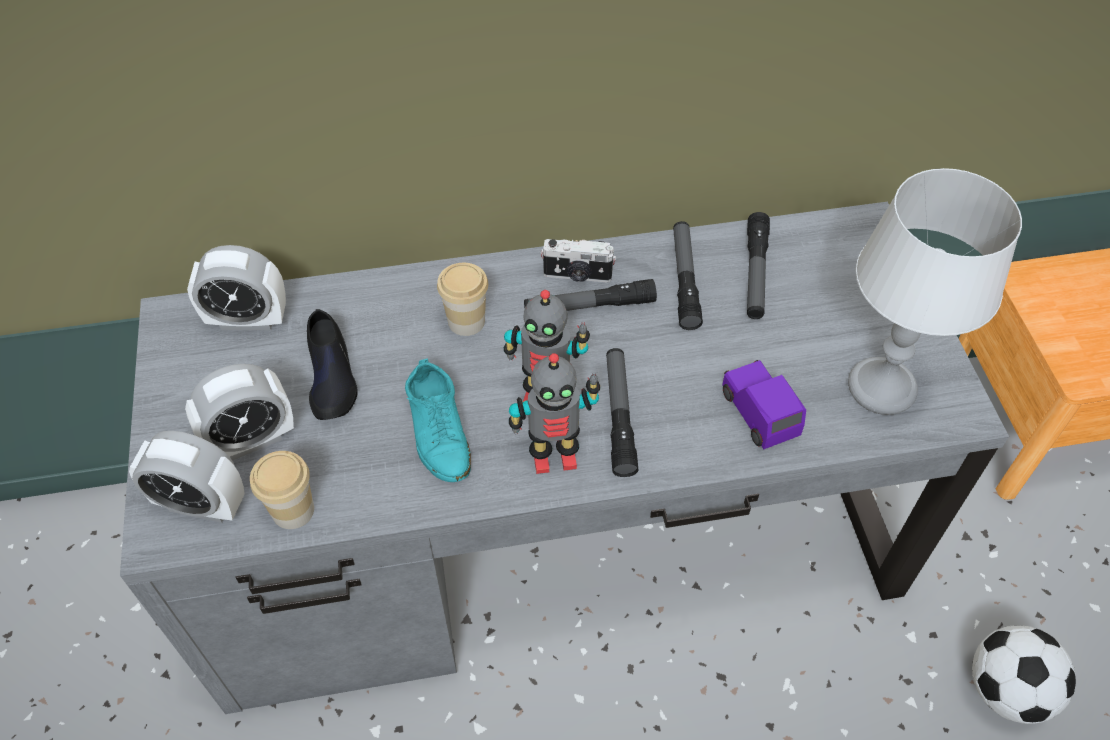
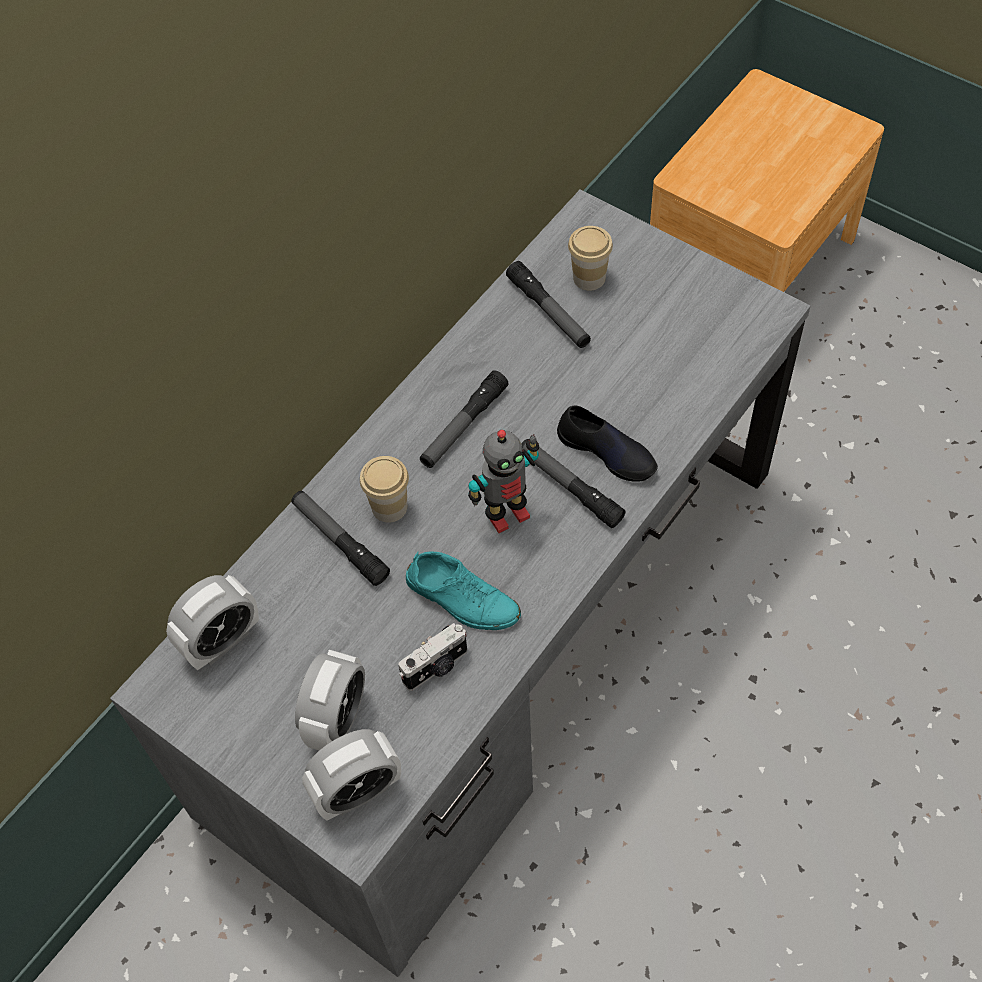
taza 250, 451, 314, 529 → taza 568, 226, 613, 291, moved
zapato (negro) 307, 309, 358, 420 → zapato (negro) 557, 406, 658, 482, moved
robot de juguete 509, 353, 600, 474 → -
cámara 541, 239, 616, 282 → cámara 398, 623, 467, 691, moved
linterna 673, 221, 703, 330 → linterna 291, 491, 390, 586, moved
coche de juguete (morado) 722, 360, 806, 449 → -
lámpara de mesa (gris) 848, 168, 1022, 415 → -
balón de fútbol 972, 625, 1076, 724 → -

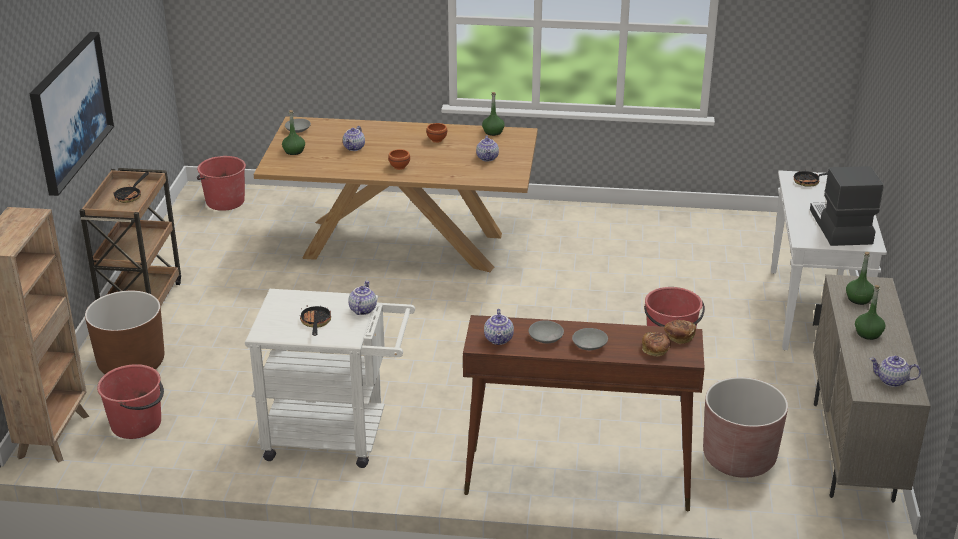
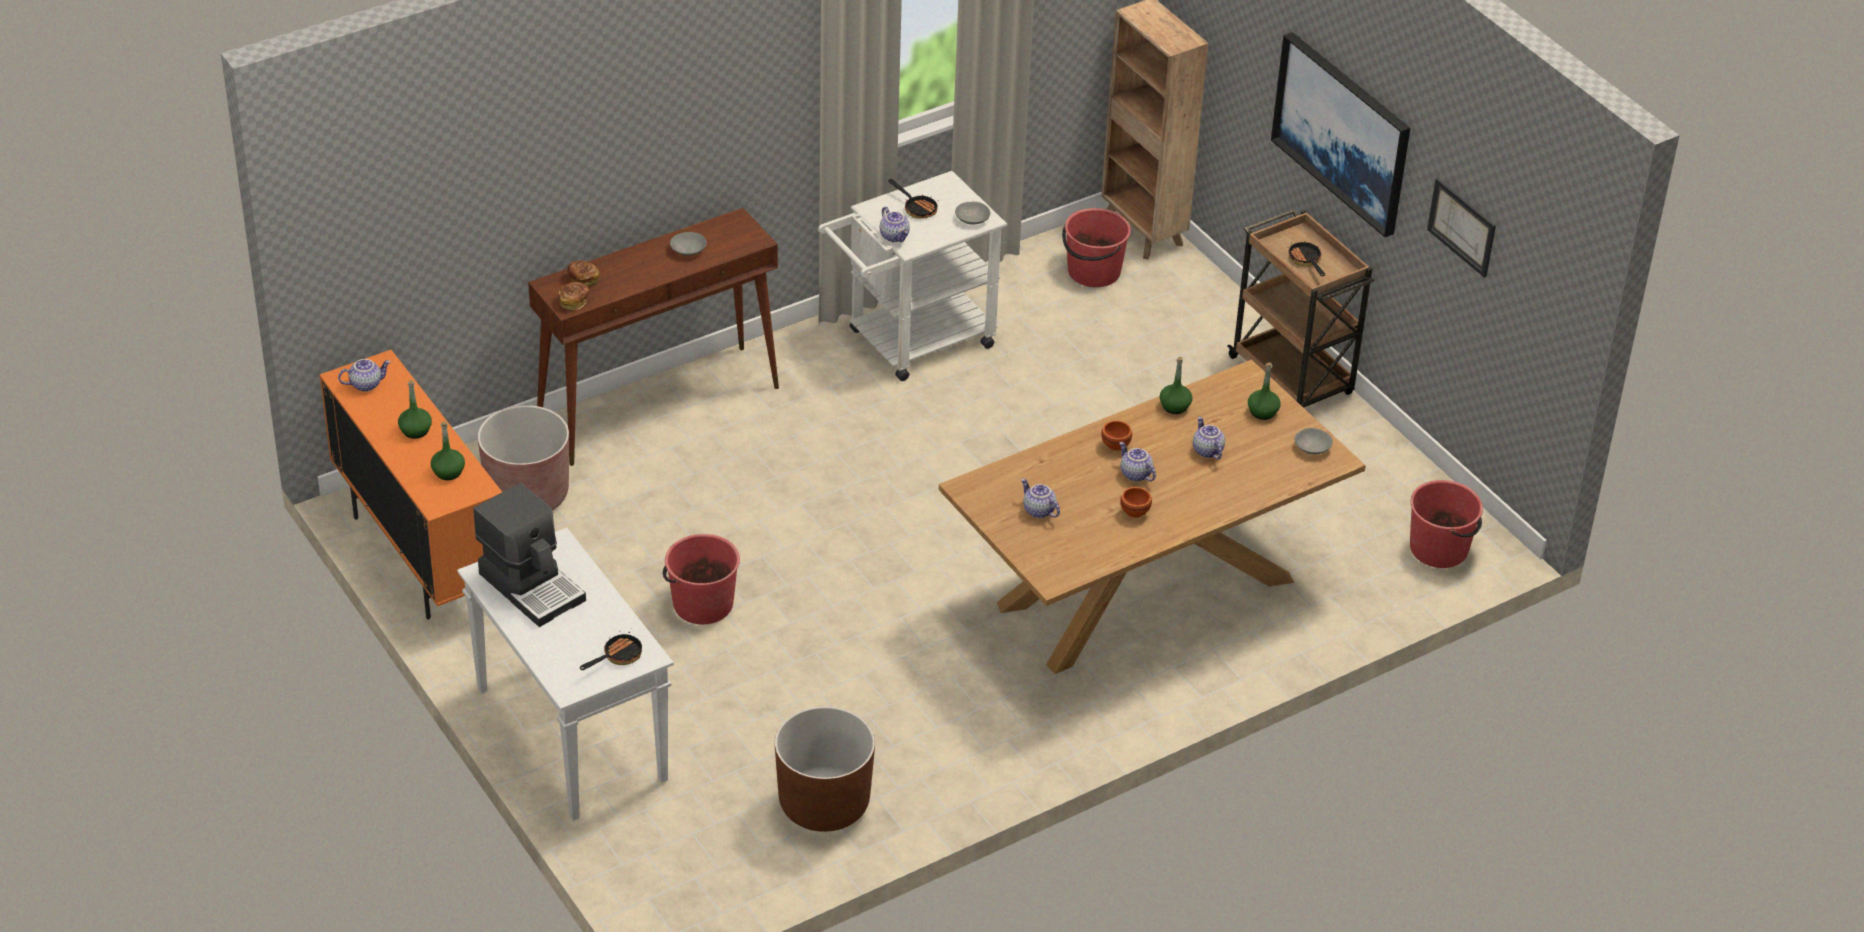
maceta (marrón) 85, 291, 164, 374 → maceta (marrón) 775, 706, 875, 832, moved
botella (verde) 482, 92, 505, 136 → botella (verde) 1160, 357, 1192, 414, moved
tetera 484, 309, 514, 345 → tetera 1119, 442, 1156, 482, moved
cuenco (gris) 572, 328, 608, 350 → cuenco (gris) 955, 202, 991, 224, moved
armario (beis) 813, 274, 931, 503 → armario (naranja) 320, 350, 502, 620
- → cuadro 1427, 178, 1496, 278

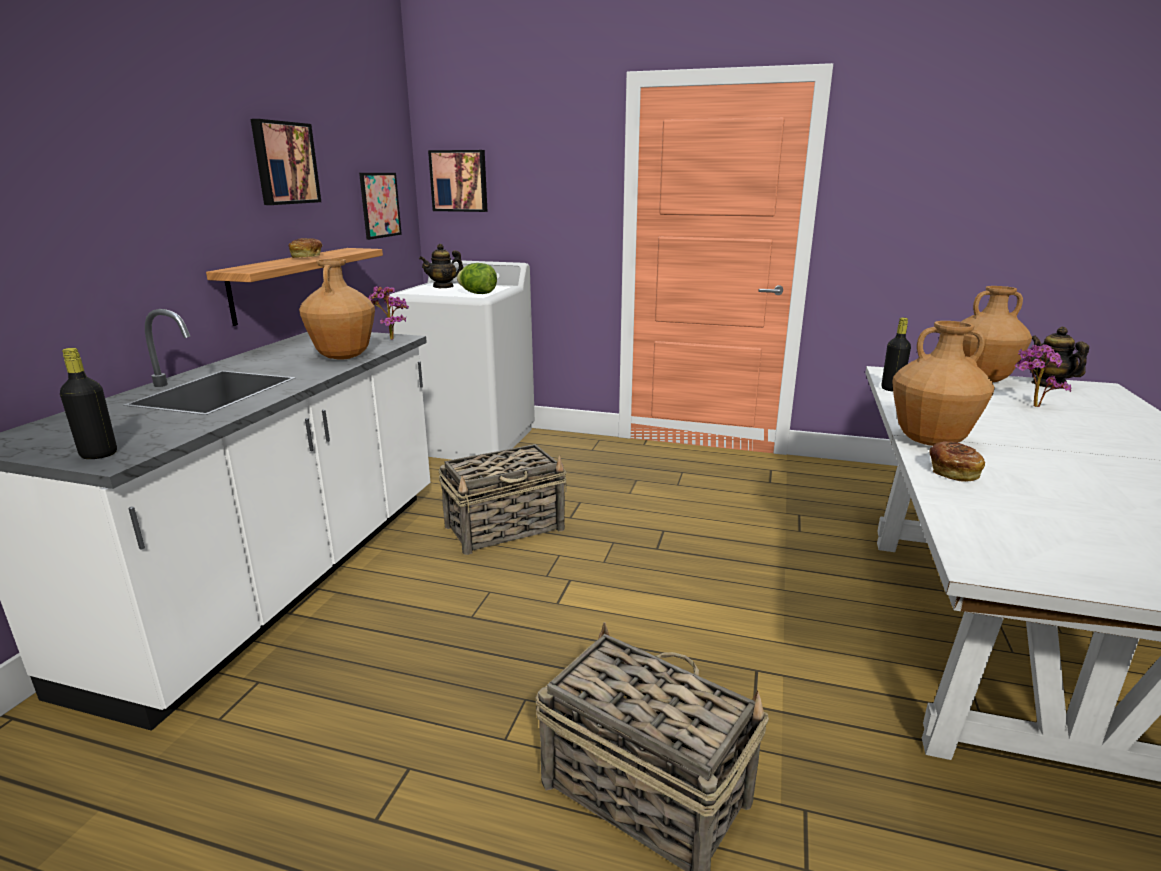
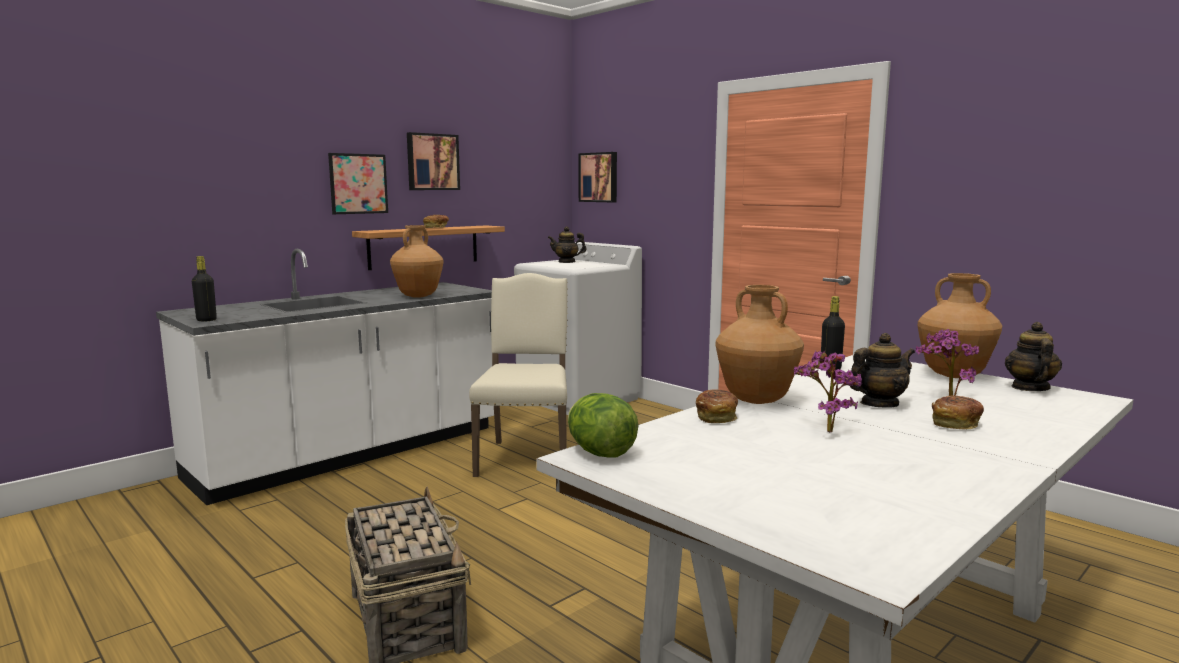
cuadro 359, 173, 402, 240 → cuadro 328, 153, 388, 214, moved
planta en maceta 368, 286, 409, 340 → planta en maceta 794, 350, 862, 432, moved
cesta 438, 444, 567, 555 → silla (beis) 469, 273, 568, 477
lechuga 457, 263, 497, 294 → lechuga 568, 393, 638, 458, moved
- → tetera 850, 333, 915, 408
- → pan 932, 395, 984, 430

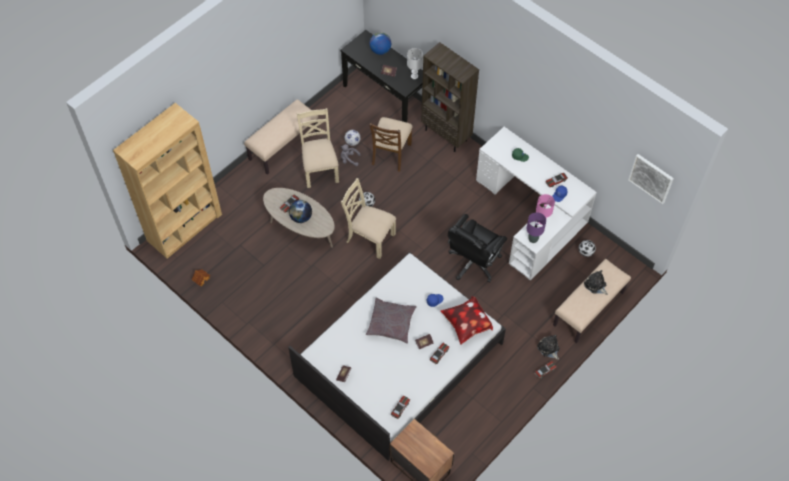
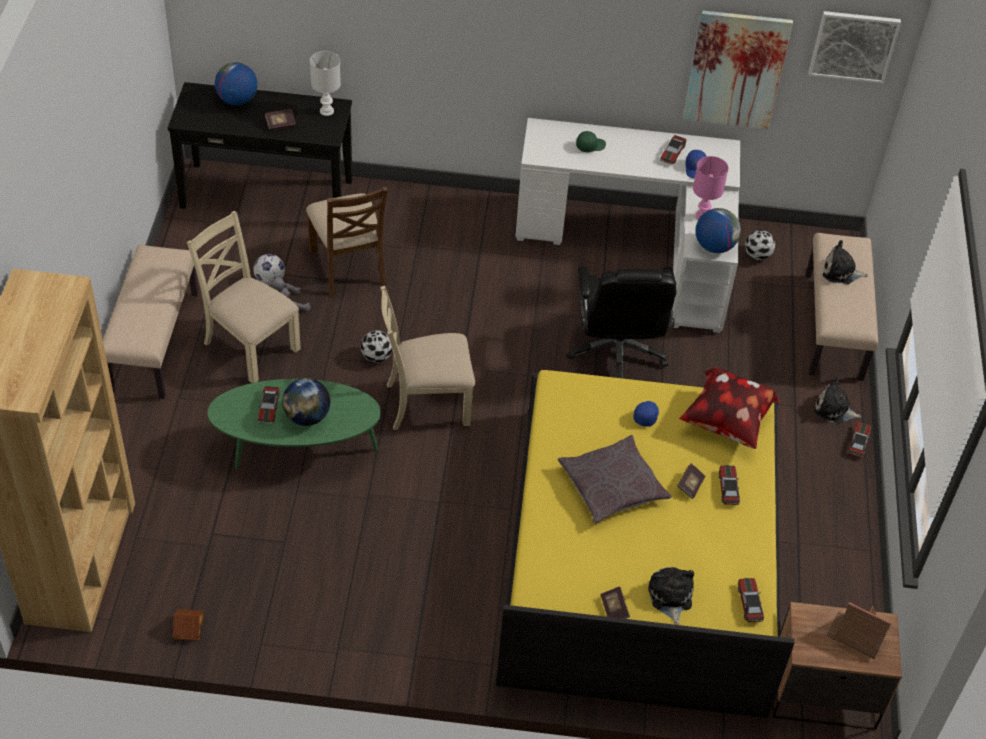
mesa de centro (beis) 263, 188, 335, 248 → mesa de centro (verde) 208, 379, 381, 470
cama (blanco) 288, 252, 506, 461 → cama (amarillo) 496, 370, 795, 718
estantería (marrón) 421, 42, 479, 152 → -
lámpara de mesa (morado) 527, 212, 546, 243 → globo terráqueo 696, 208, 741, 253
- → peluche 648, 567, 694, 625
- → cuadro 683, 11, 793, 129
- → casita 826, 602, 892, 659

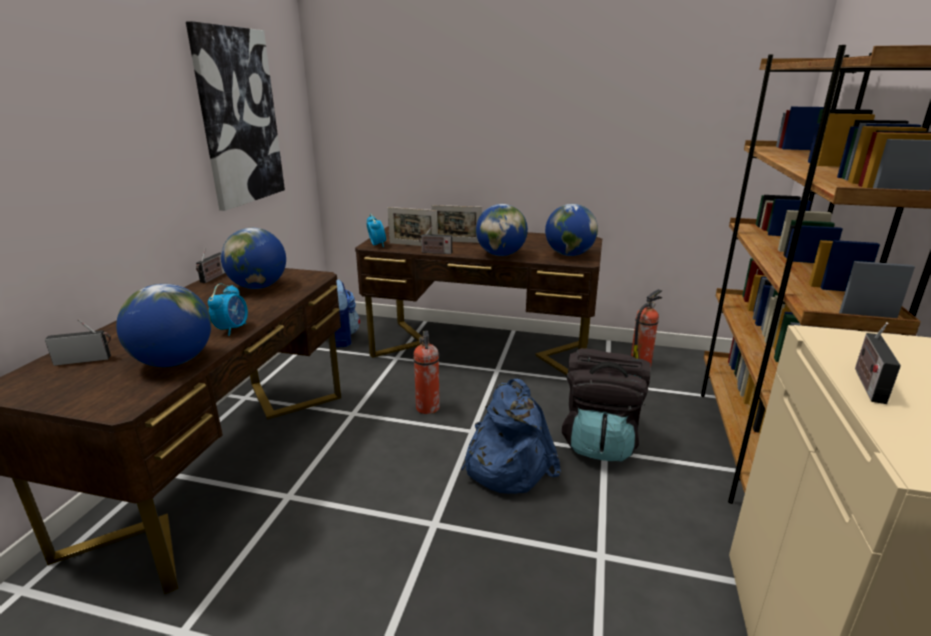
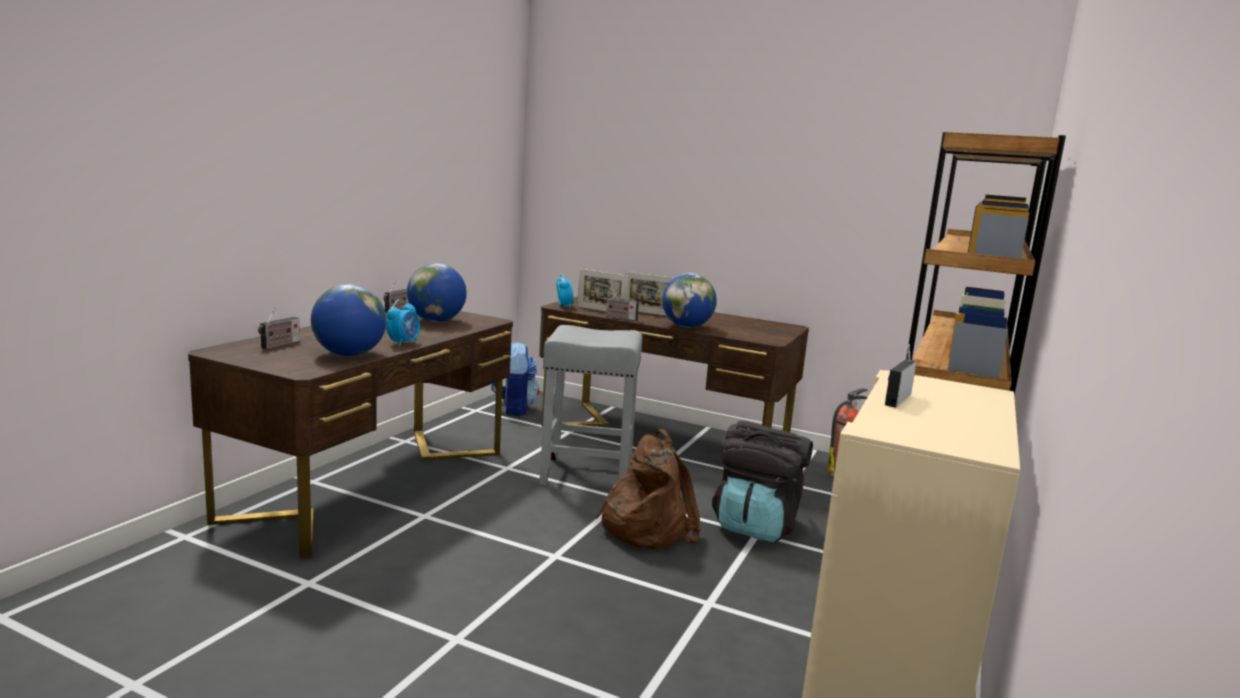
radio 45, 319, 111, 366 → radio 258, 308, 300, 349, 120 degrees clockwise
cuadro 186, 21, 285, 211 → -
extintor 414, 331, 440, 414 → taburete (gris) 539, 325, 642, 485
mochila (azul) 461, 379, 561, 494 → mochila (marrón) 595, 429, 701, 549
globo terráqueo 545, 204, 598, 256 → -

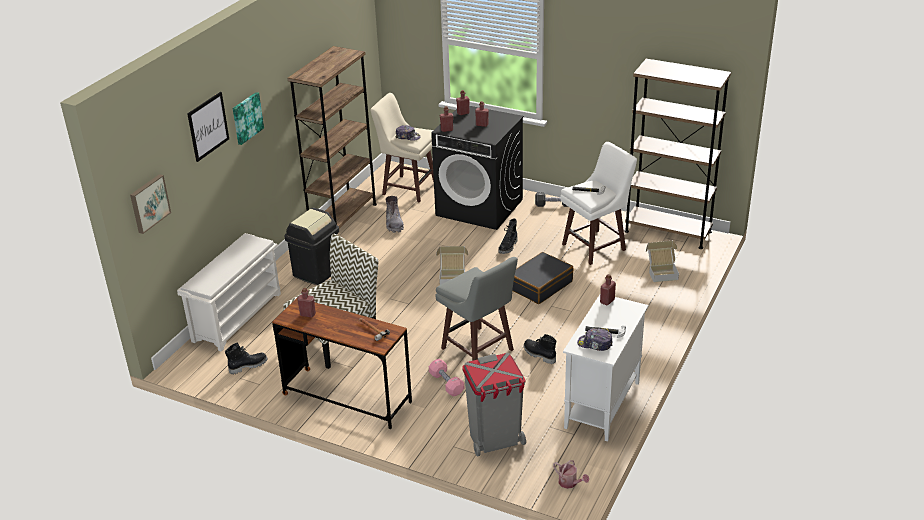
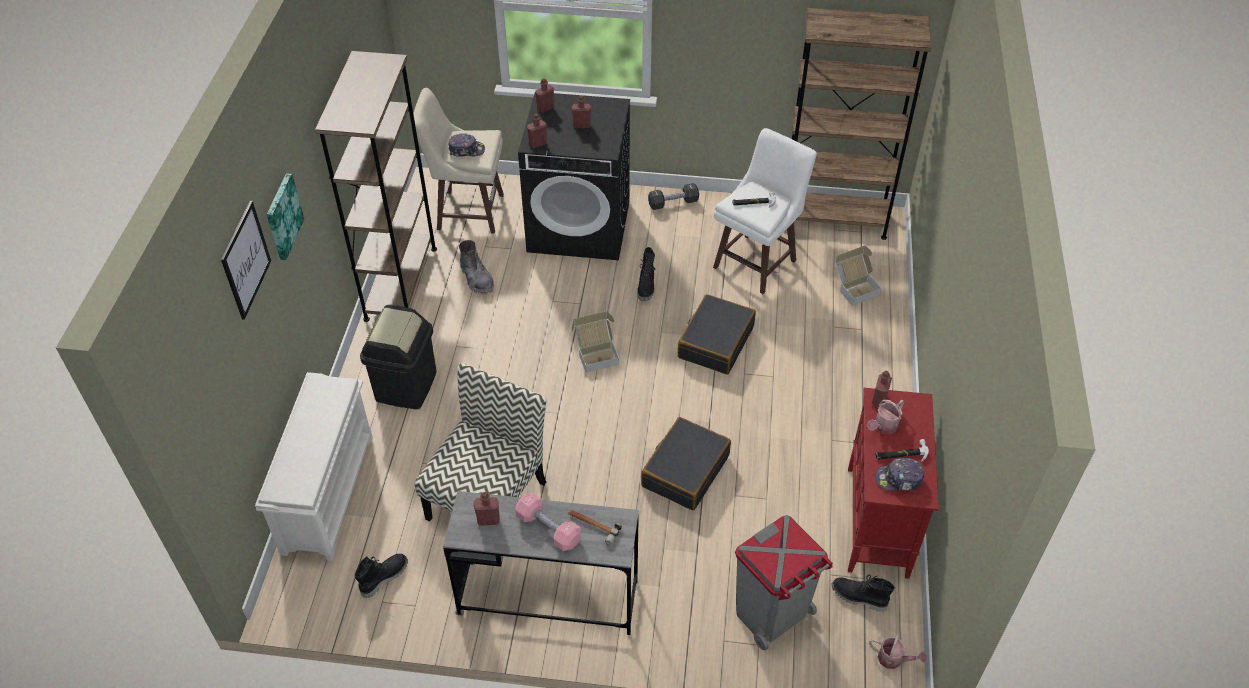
cuadro 130, 174, 171, 234 → -
escritorio (marrón) 272, 297, 412, 429 → escritorio (gris) 443, 491, 639, 635
mancuerna (rosa) 429, 359, 464, 396 → mancuerna (rosa) 515, 493, 581, 551, moved
taburete (gris) 435, 257, 518, 361 → maleta (negro) 641, 417, 731, 510
bota (negro) 524, 334, 556, 364 → bota (negro) 832, 574, 895, 612, moved
armario (blanco) 563, 295, 648, 442 → armario (rojo) 848, 388, 939, 579
- → regadera 867, 400, 905, 434

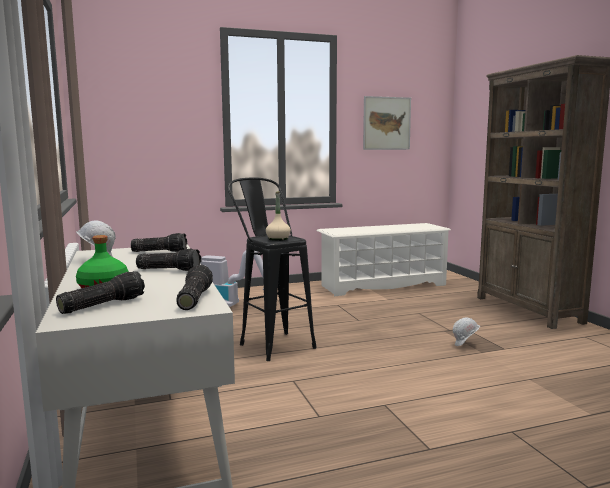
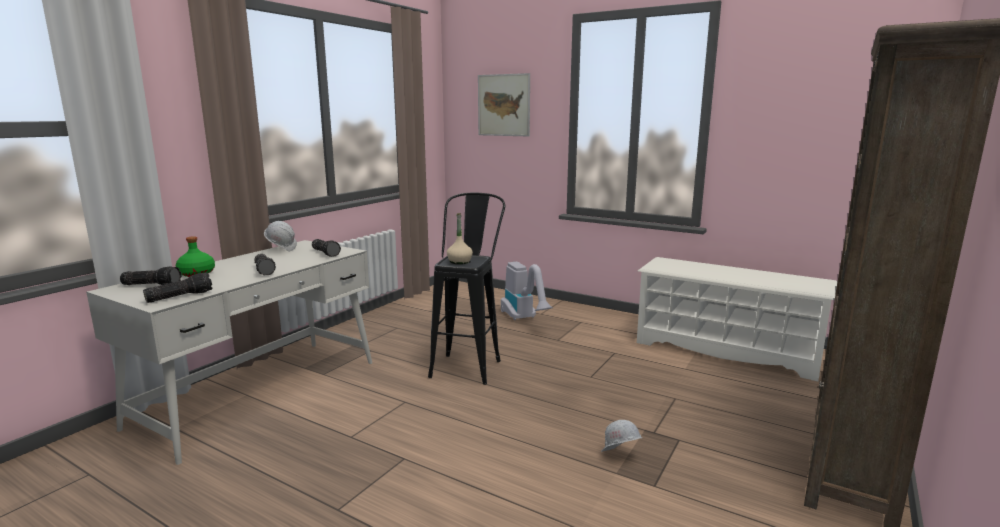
cuadro 363, 96, 411, 150 → cuadro 478, 73, 530, 137, moved

